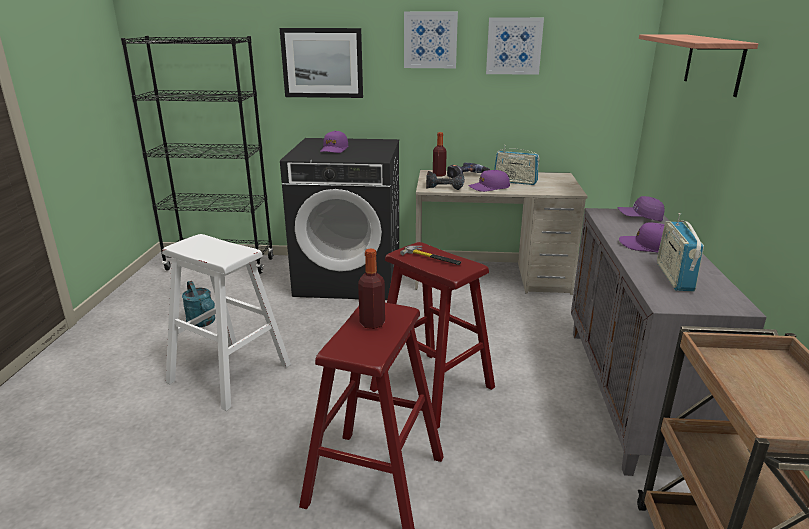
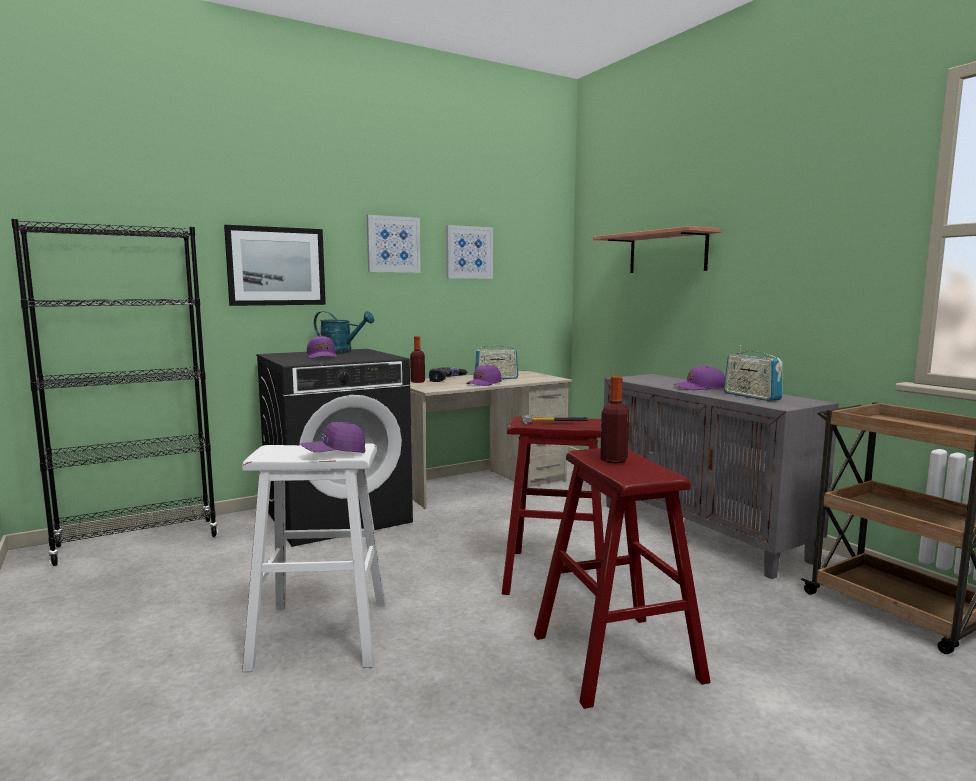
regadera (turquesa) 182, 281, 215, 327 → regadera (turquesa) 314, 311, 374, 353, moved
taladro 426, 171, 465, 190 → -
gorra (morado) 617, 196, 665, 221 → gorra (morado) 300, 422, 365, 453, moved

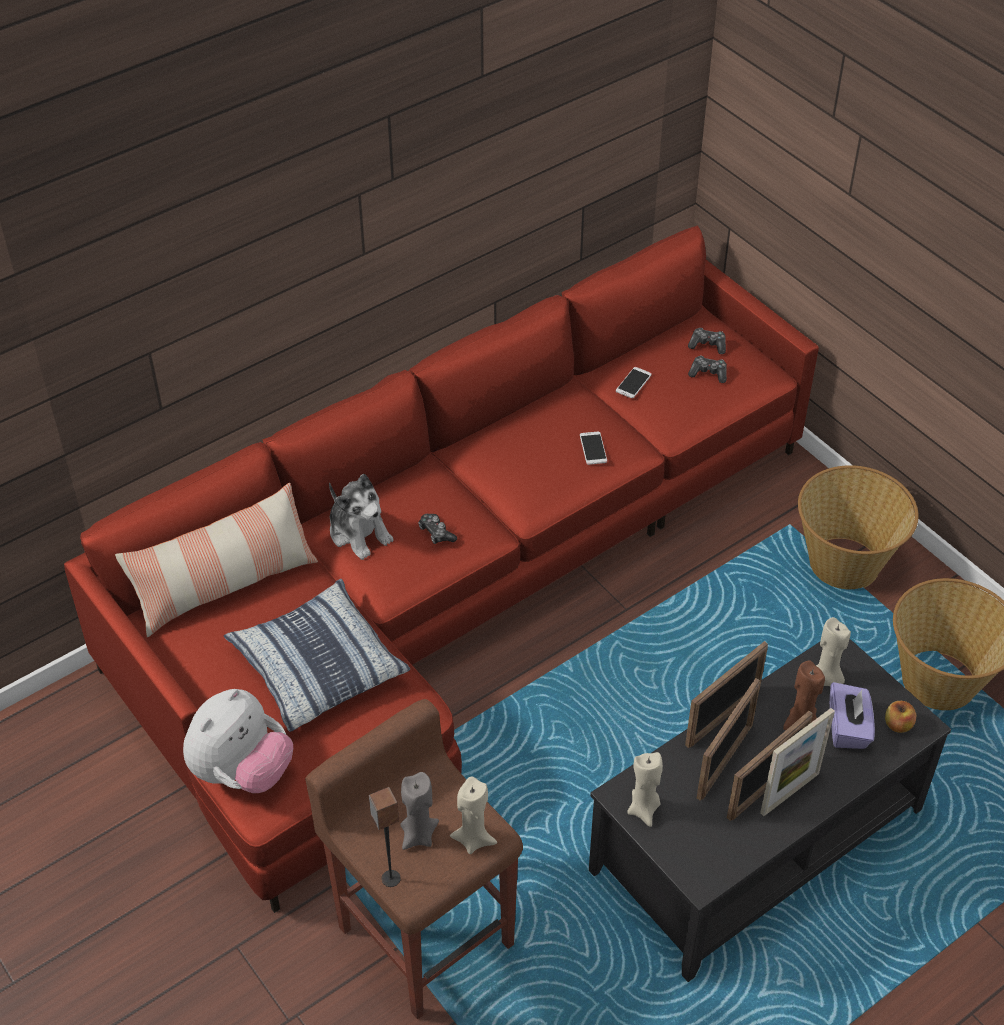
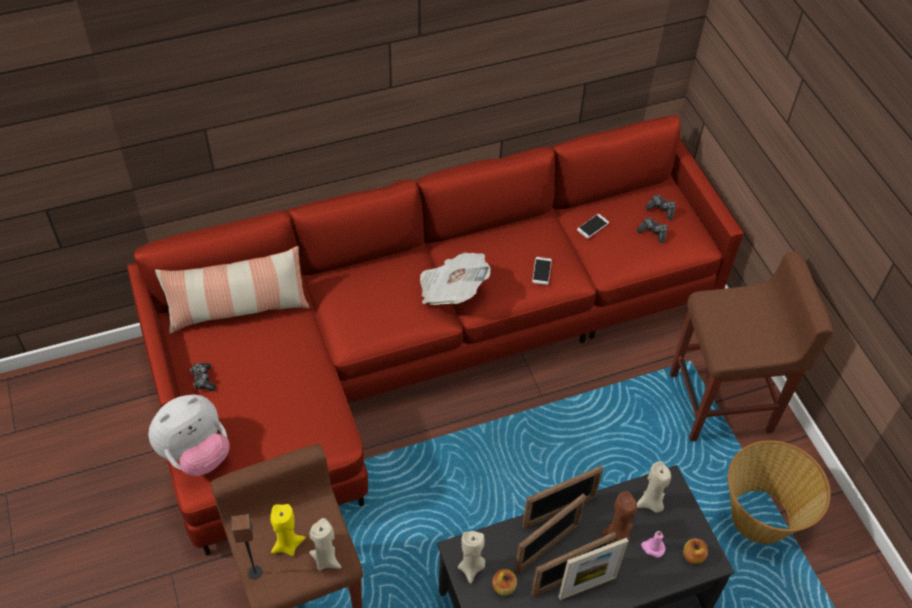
cojín 224, 579, 410, 732 → -
peluche 329, 474, 394, 560 → -
vela (gris) 400, 772, 439, 850 → vela (amarillo) 270, 504, 306, 556
mando de consola 418, 514, 457, 544 → mando de consola 190, 363, 216, 391, moved
cesta 798, 465, 918, 589 → taburete (marrón) 670, 251, 833, 441
caja de pañuelos (morado) 830, 682, 875, 749 → vela (rosa) 641, 531, 666, 558
- → periódico 420, 252, 491, 305
- → manzana 492, 569, 517, 596

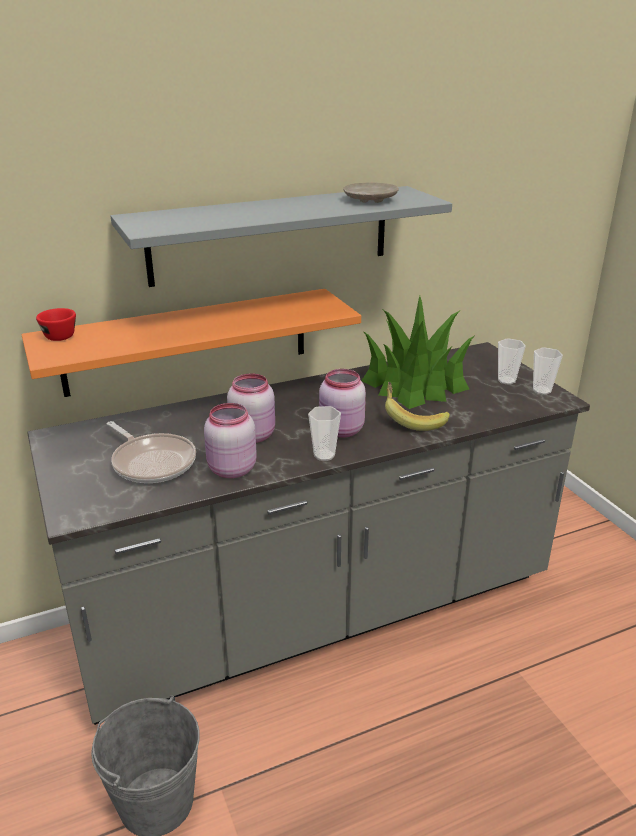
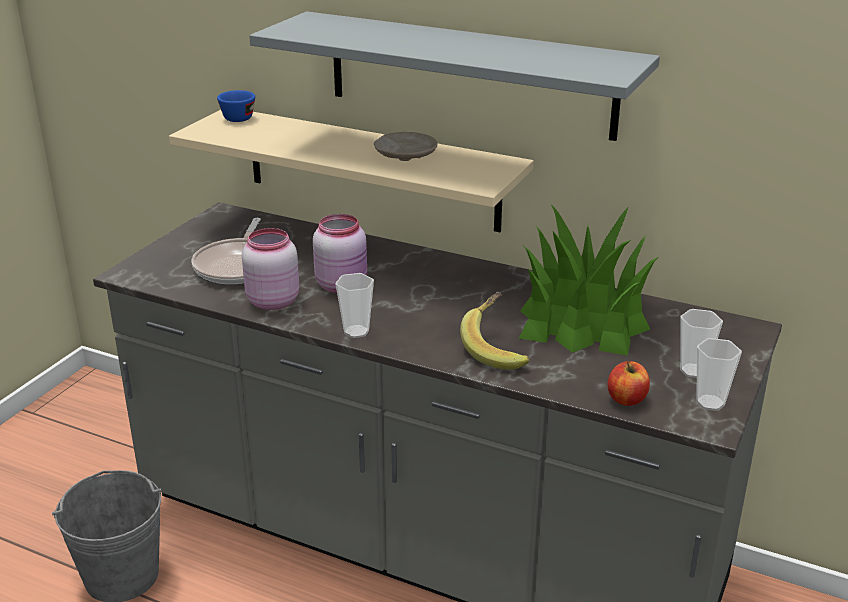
estante (naranja) 21, 289, 361, 397 → estante (beis) 169, 110, 534, 232
taza (rojo) 36, 308, 76, 341 → taza (azul) 217, 90, 255, 122
tarro (rosa) 319, 369, 366, 438 → -
plato (beis) 343, 182, 399, 203 → plato (beis) 374, 132, 437, 161, moved
- → manzana 608, 361, 650, 406

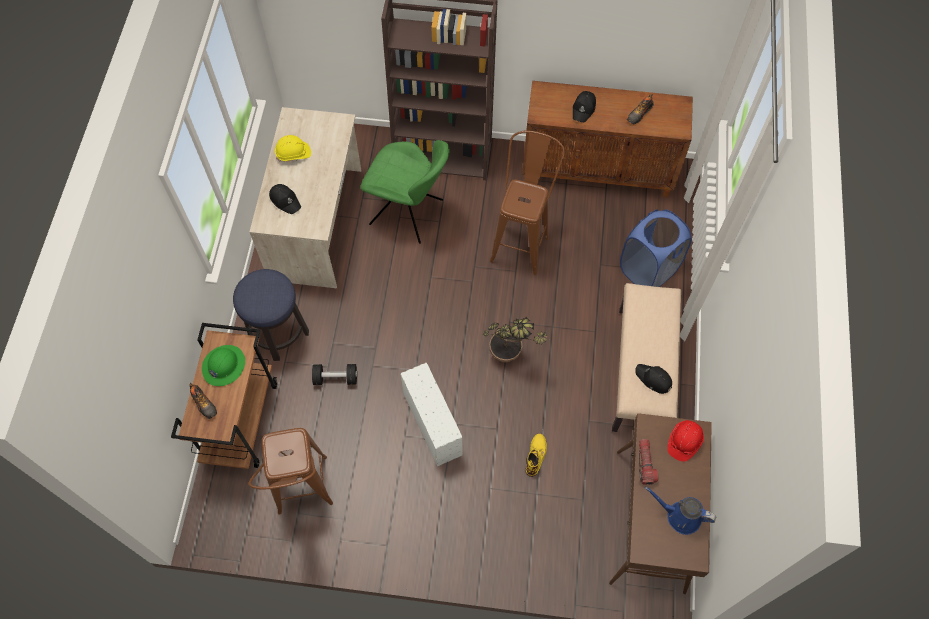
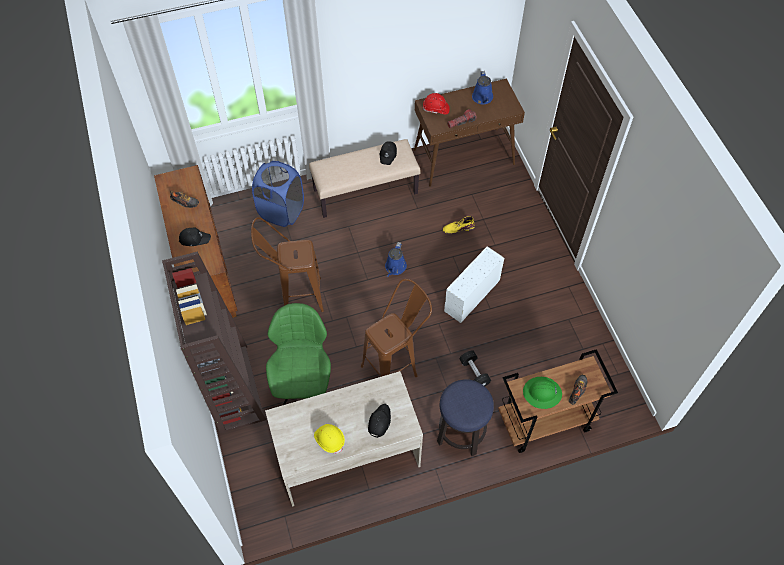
taburete (marrón) 248, 428, 333, 515 → taburete (marrón) 361, 279, 432, 377, moved
planta en maceta 483, 317, 551, 363 → regadera (azul) 385, 242, 407, 277

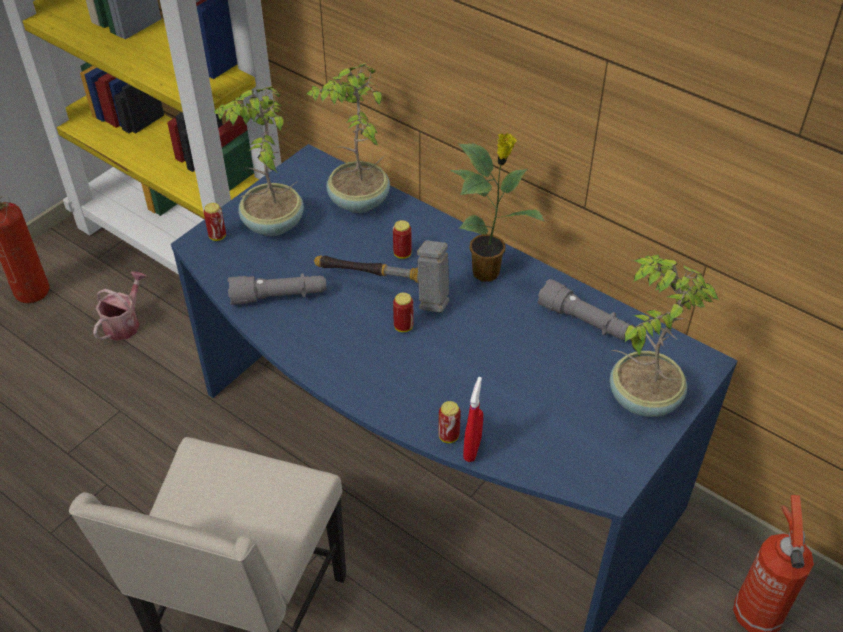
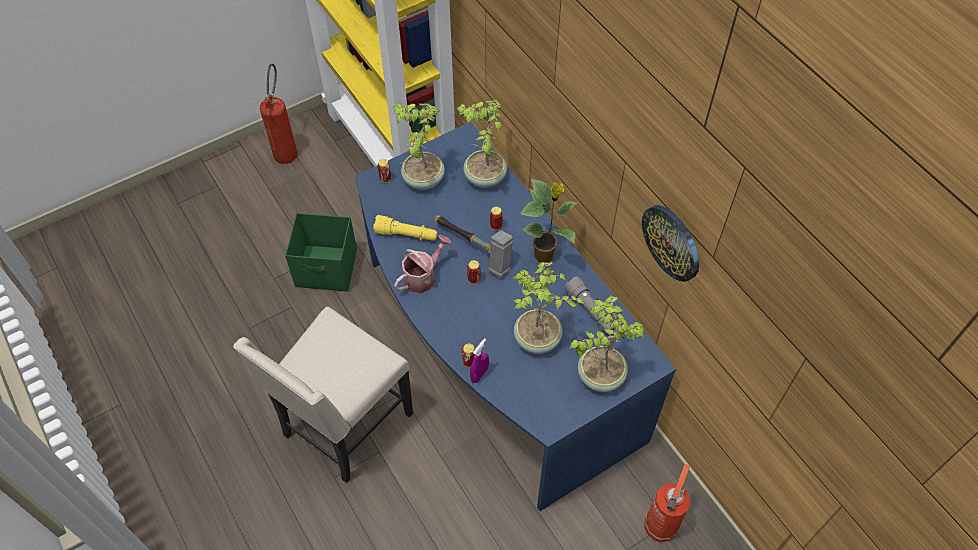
regadera 93, 271, 147, 341 → regadera 394, 235, 451, 293, moved
linterna (gris) 228, 273, 327, 305 → linterna (amarillo) 373, 215, 438, 241
pulverizador (rojo) 463, 377, 483, 462 → pulverizador (morado) 470, 338, 489, 383
- → caja de almacenaje (verde) 285, 213, 357, 292
- → planta en maceta 513, 262, 585, 354
- → reloj de pared 642, 205, 699, 282

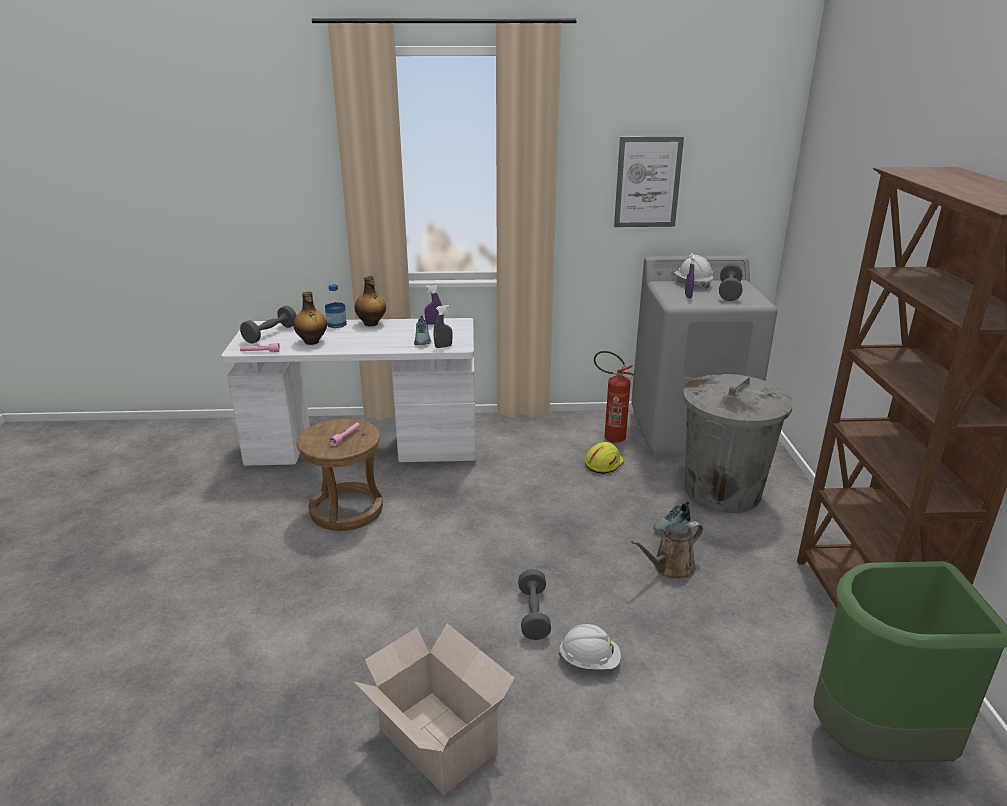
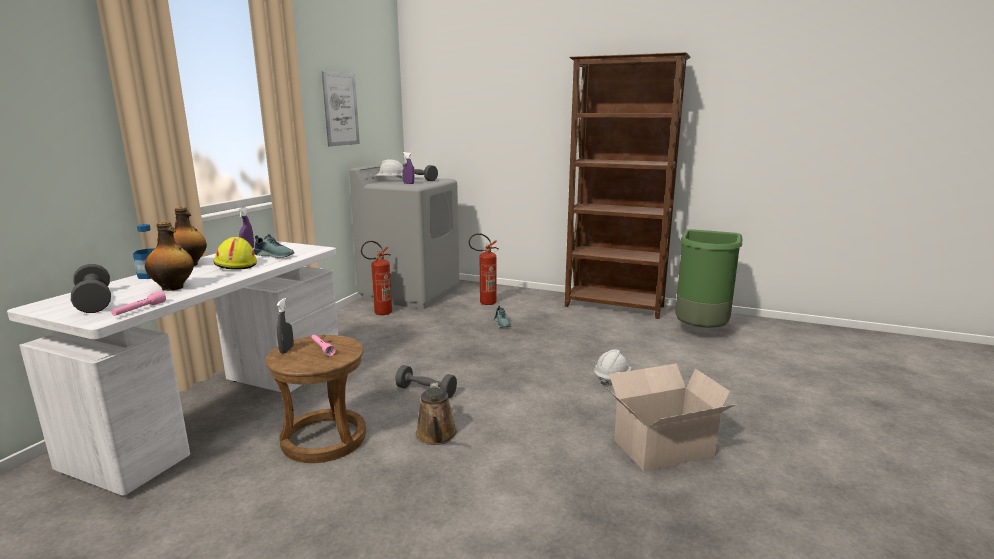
pulverizador (gris) 433, 305, 452, 348 → pulverizador (gris) 276, 298, 294, 354, moved
mancuerna (gris) 518, 569, 551, 640 → mancuerna (gris) 395, 365, 457, 398, moved
casco (amarillo) 585, 442, 624, 474 → casco (amarillo) 213, 237, 257, 270, moved
regadera (marrón) 631, 521, 703, 579 → regadera (marrón) 415, 382, 457, 445, moved
papelera (gris) 683, 374, 793, 513 → extintor 469, 233, 499, 305

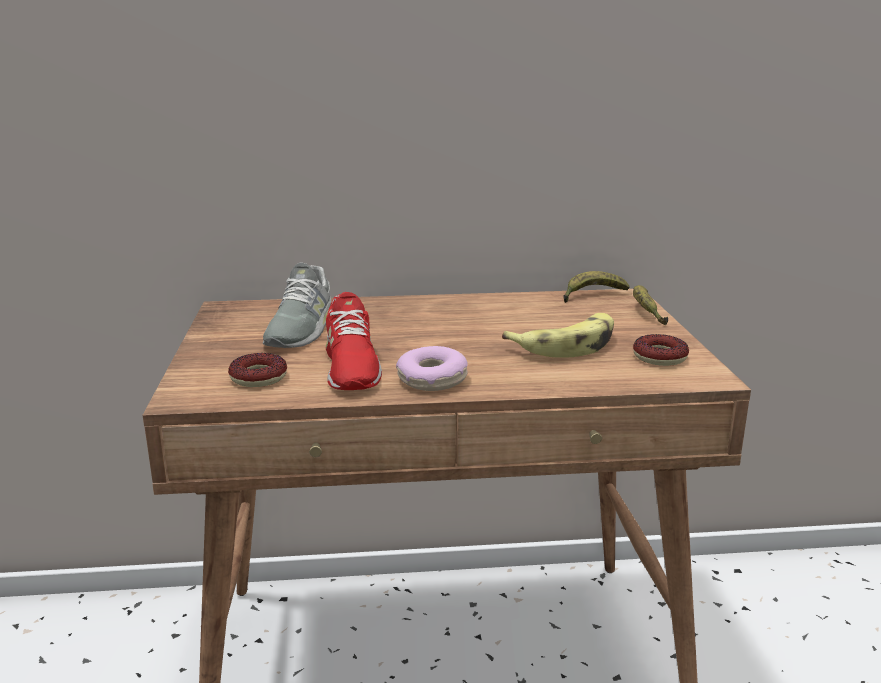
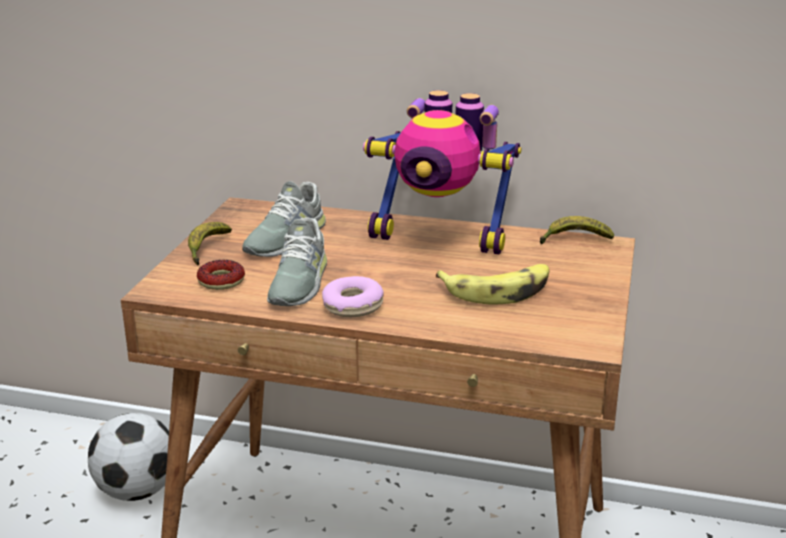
zapato (rojo) 326, 292, 382, 390 → zapato (gris) 267, 217, 327, 306
plátano 633, 285, 668, 325 → plátano 188, 222, 232, 265, moved
rosquilla 633, 334, 689, 366 → -
- → balón de fútbol 88, 413, 169, 501
- → robot de juguete 363, 90, 522, 254

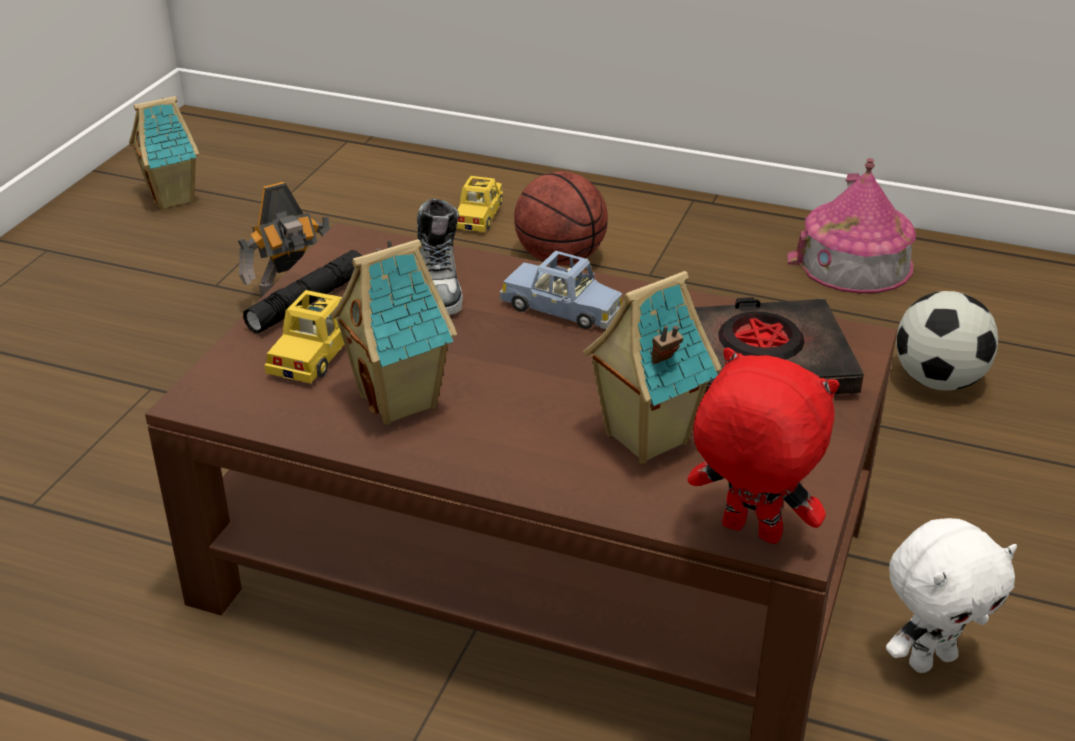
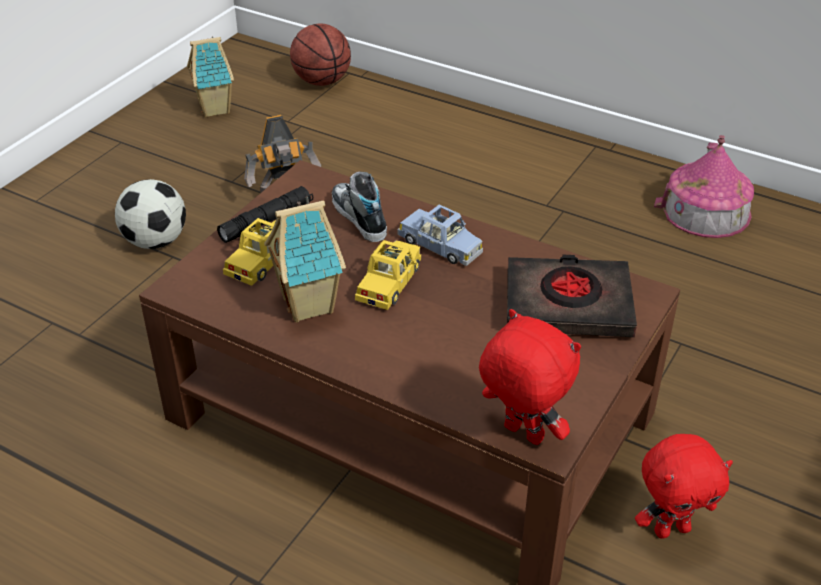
zapato 417, 199, 463, 315 → zapato 332, 172, 387, 242, 150 degrees clockwise
coche de juguete (amarillo) 456, 176, 503, 232 → coche de juguete (amarillo) 355, 240, 421, 310, moved
balón de baloncesto 514, 171, 608, 266 → balón de baloncesto 290, 23, 351, 86, moved
casita 583, 271, 722, 464 → -
peluche (blanco) 886, 518, 1017, 673 → peluche (rojo) 635, 434, 733, 539
balón de fútbol 896, 291, 998, 391 → balón de fútbol 115, 179, 186, 249, moved

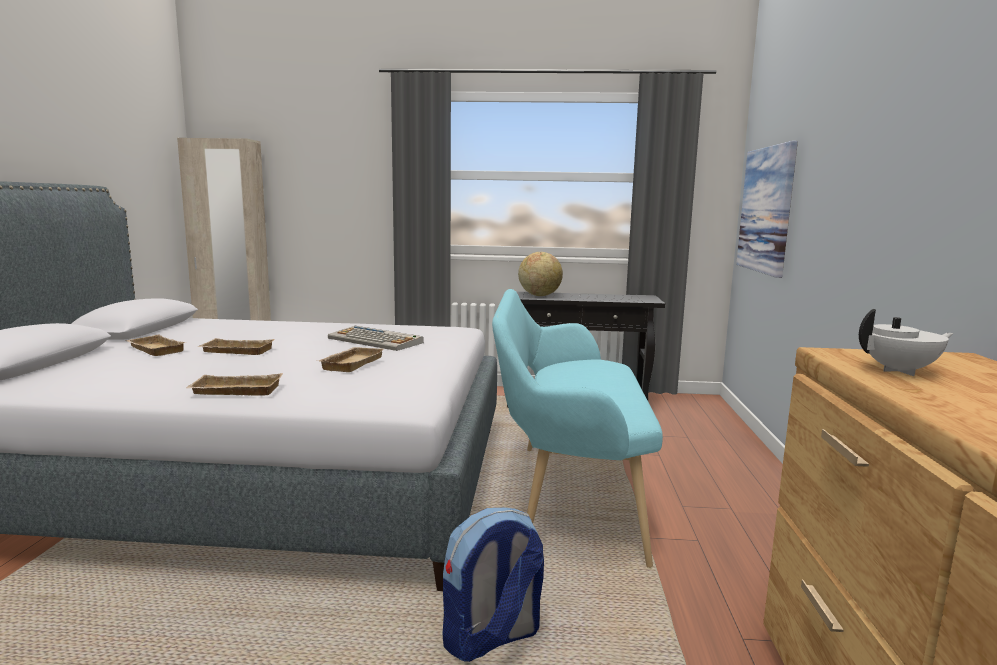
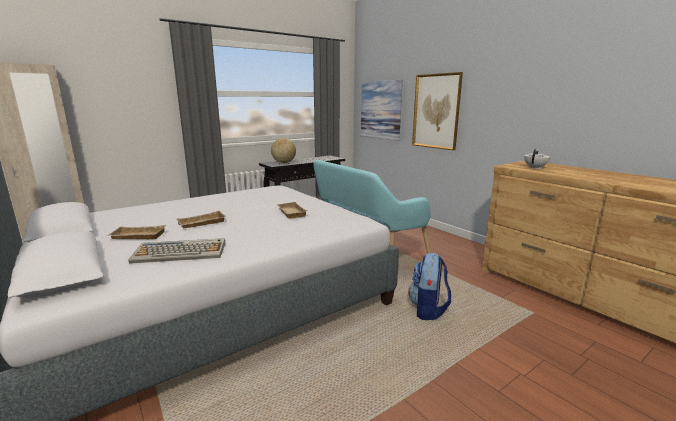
bandeja (beis) 186, 373, 283, 396 → -
teclado 328, 326, 424, 351 → teclado 128, 238, 226, 264, moved
- → cuadro 412, 72, 463, 150

